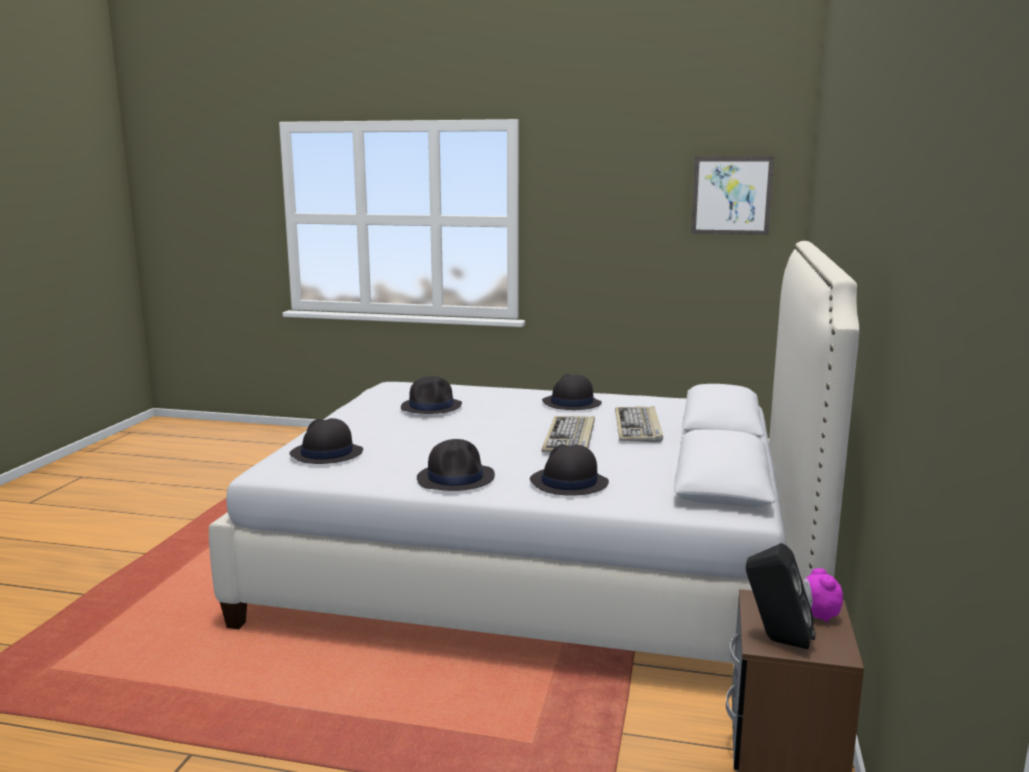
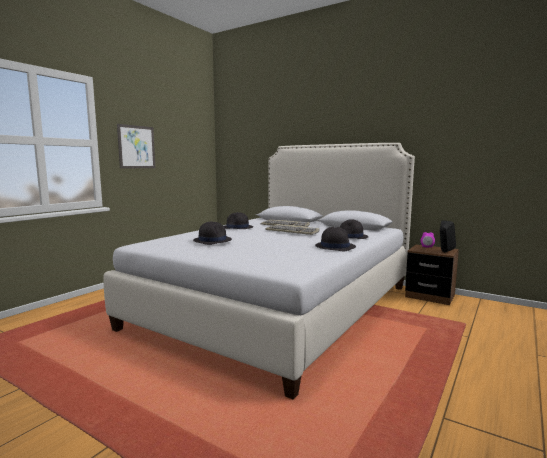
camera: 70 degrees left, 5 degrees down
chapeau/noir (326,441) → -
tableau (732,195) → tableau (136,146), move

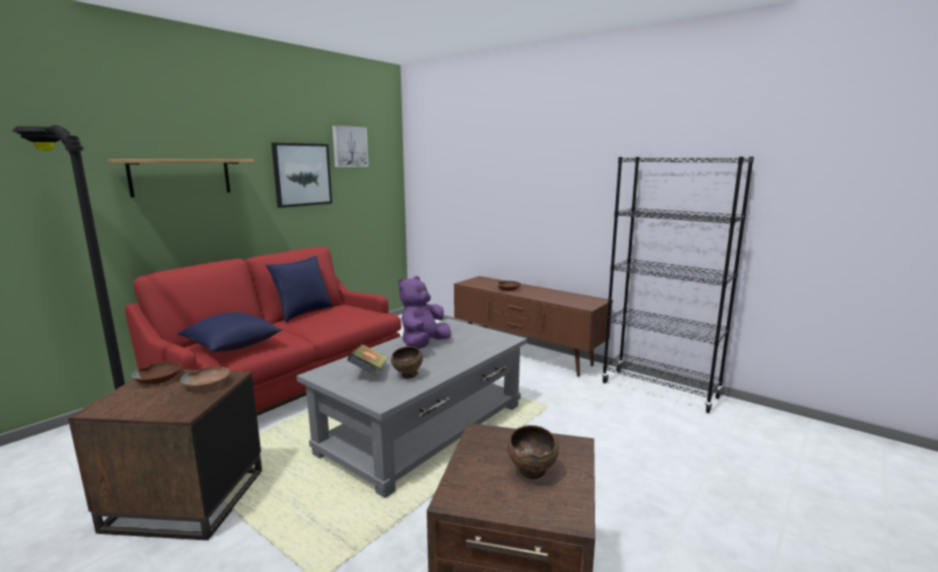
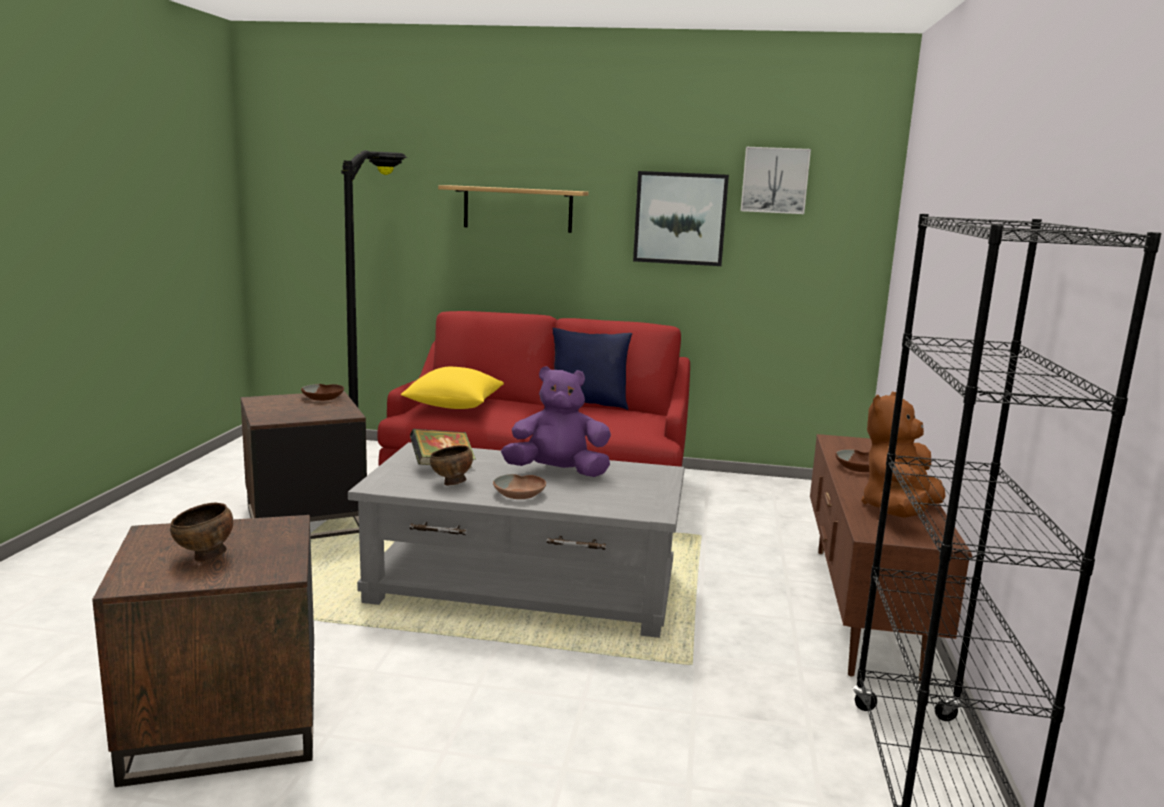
camera: 60 degrees right, 0 degrees up
coussin/bleu (229,332) → coussin/jaune (452,388)
bol/marron (204,378) → bol/marron (519,486), move
- → peluche/marron (903,455)

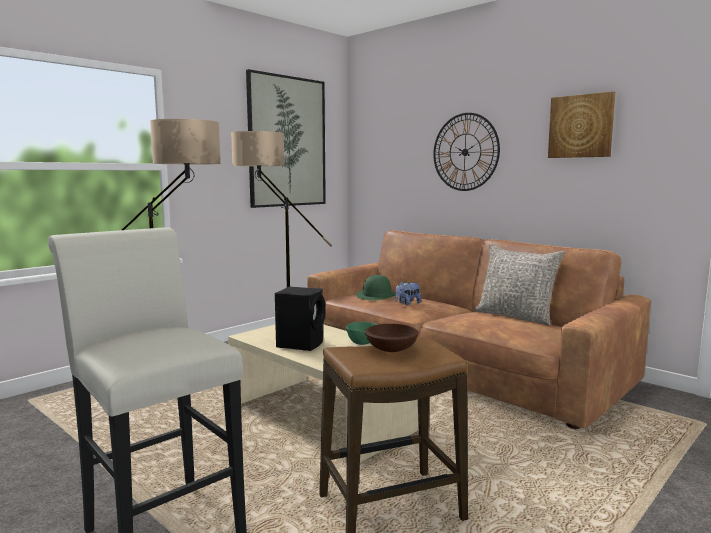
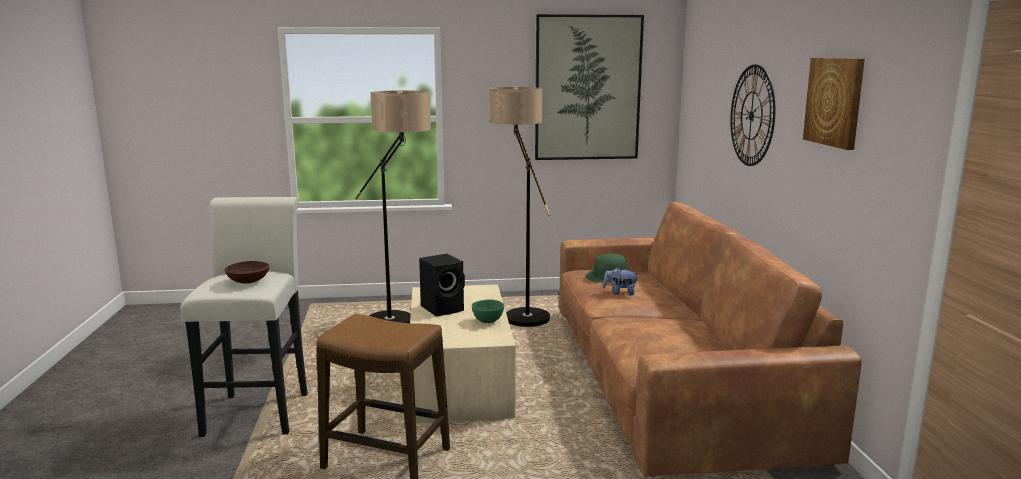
camera: 40 degrees right, 5 degrees up
bol/marron (392,338) → bol/marron (247,272), move
coussin/gris (519,284) → -

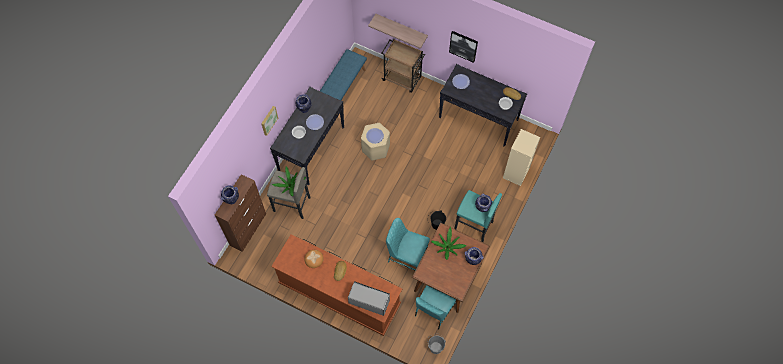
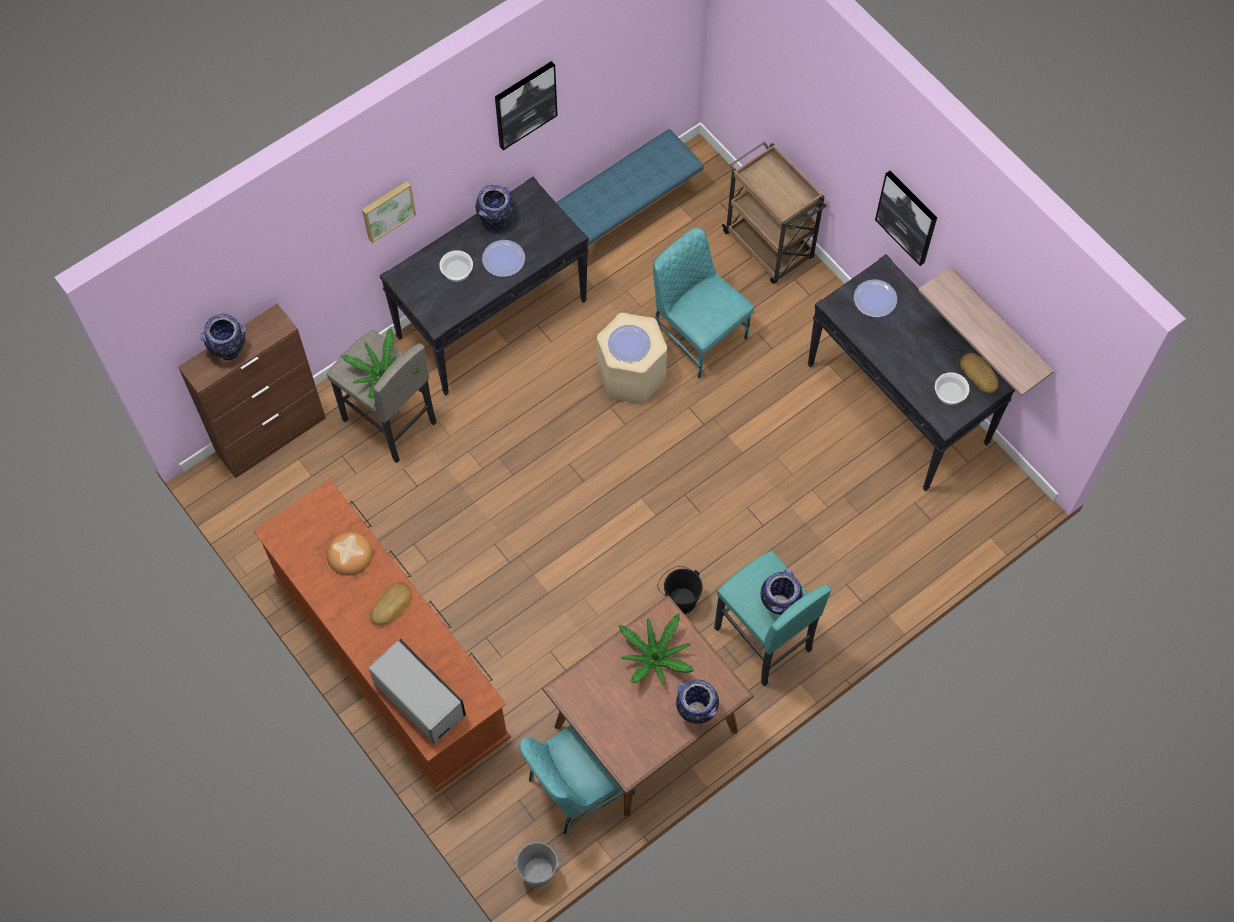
camera: 25 degrees right, 0 degrees up
étagère (398,31) → étagère (986,332), move
chaise/turquoise (408,244) → chaise/turquoise (703,303), move
bibliothèque/beige (521,157) → -
- → tableau (526,105)

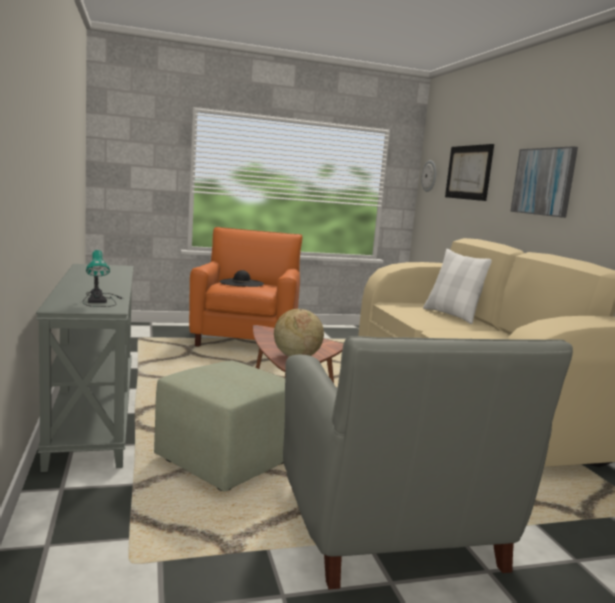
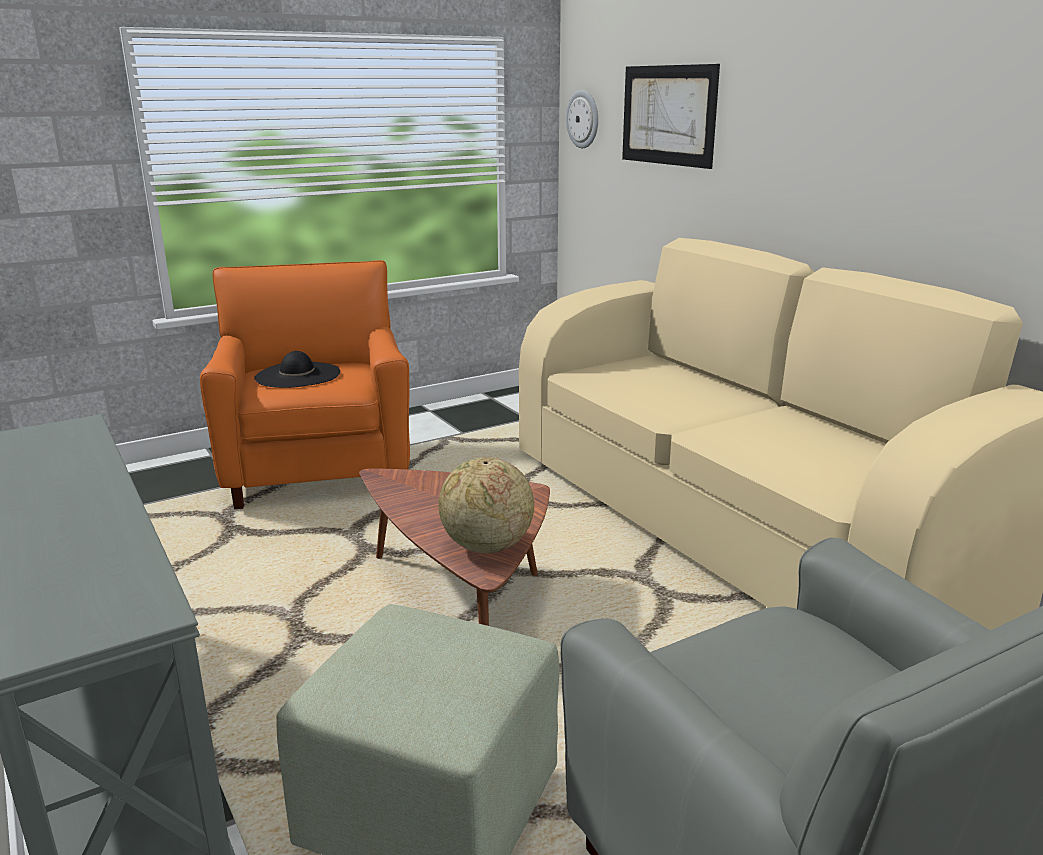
camera: 15 degrees left, 10 degrees up
lampe de table (102,278) → -
coussin/blanc (457,286) → -
tableau (544,182) → -

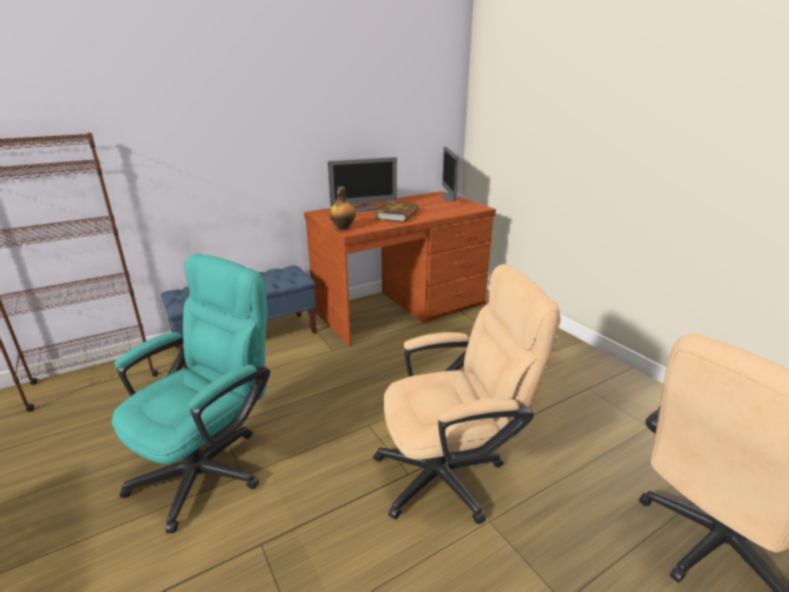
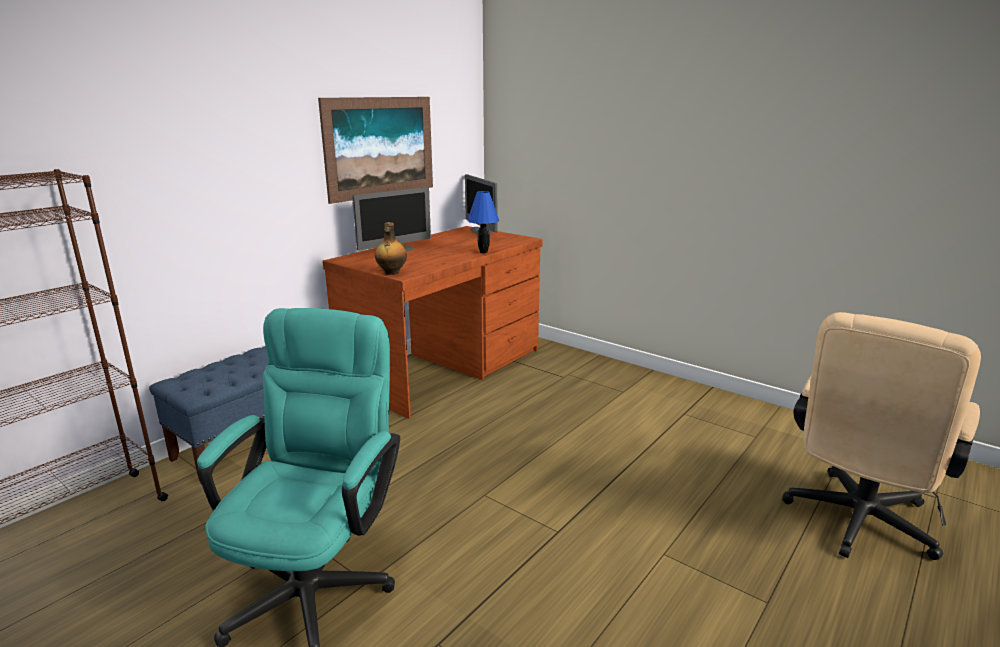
camera: 20 degrees left, 5 degrees down
chaise de bureau/beige (466,394) → -
livre (397,211) → -
- → tableau (375,150)
- → lampe de table/bleu (483,222)

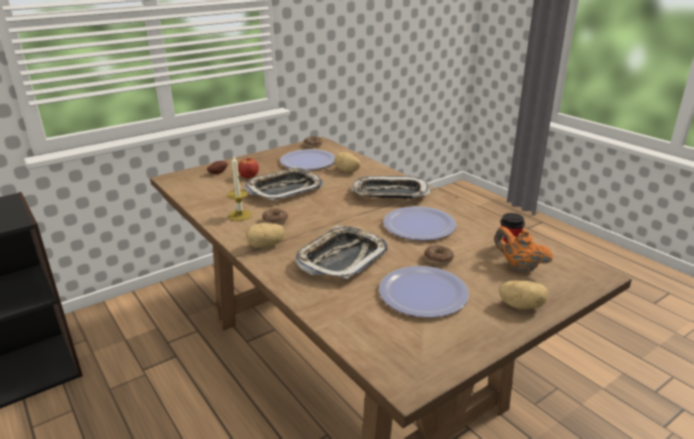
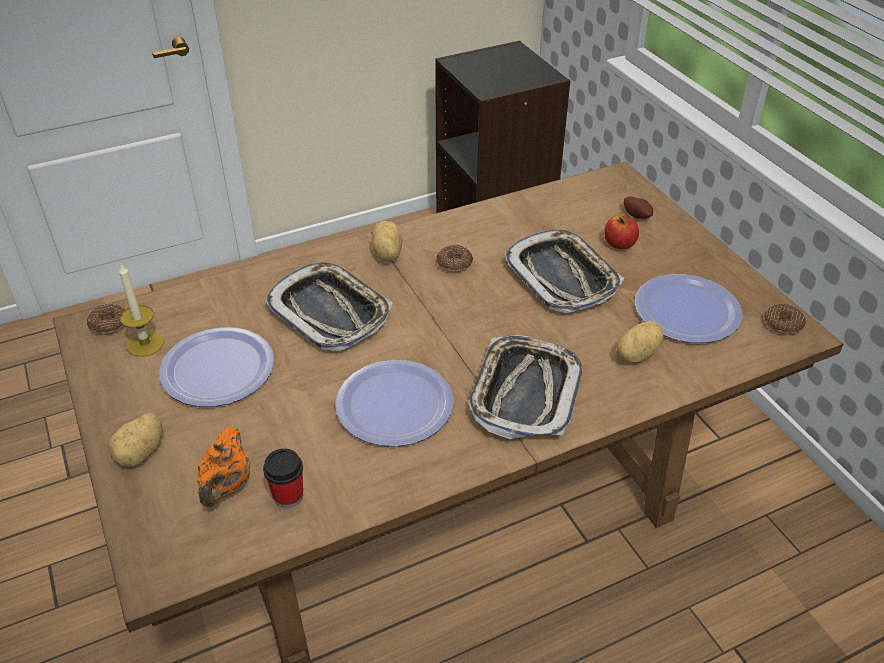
camera: 100 degrees right, 15 degrees up
bougie (239,188) → bougie (142,310), move
beignet (439,255) → beignet (106,319), move
théière/orange (523,249) → théière/orange (223,467), 135 degrees clockwise

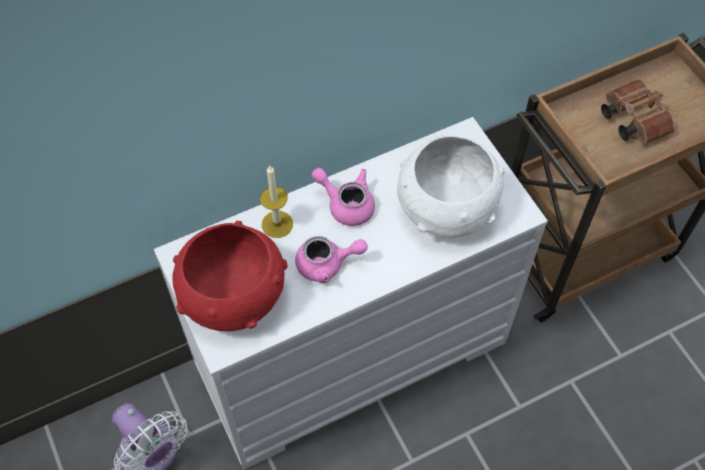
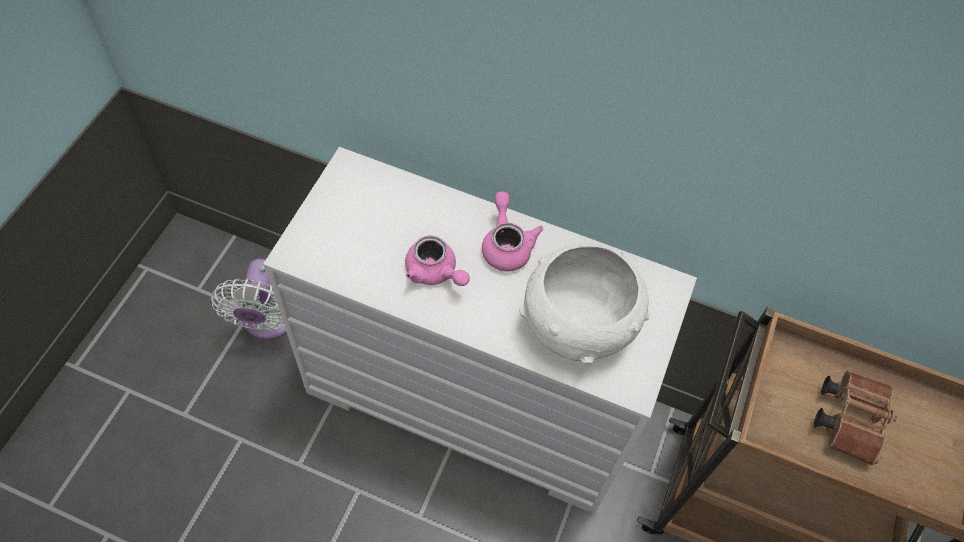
camera: 45 degrees right, 0 degrees up
bol/rouge (230,275) → -
bougie (276,202) → -

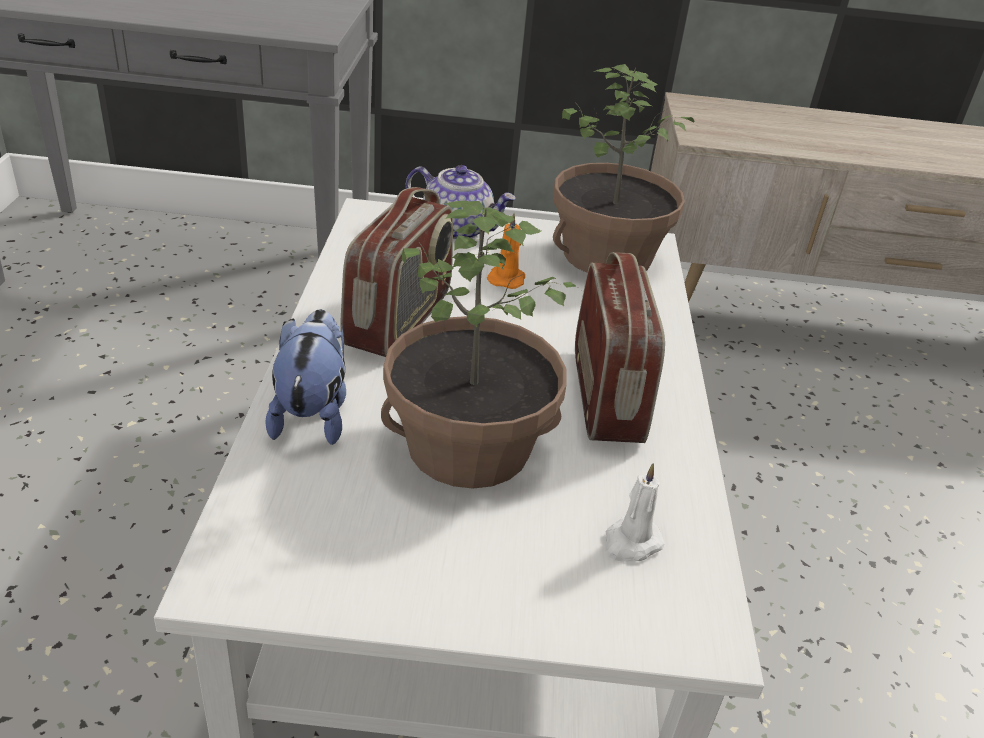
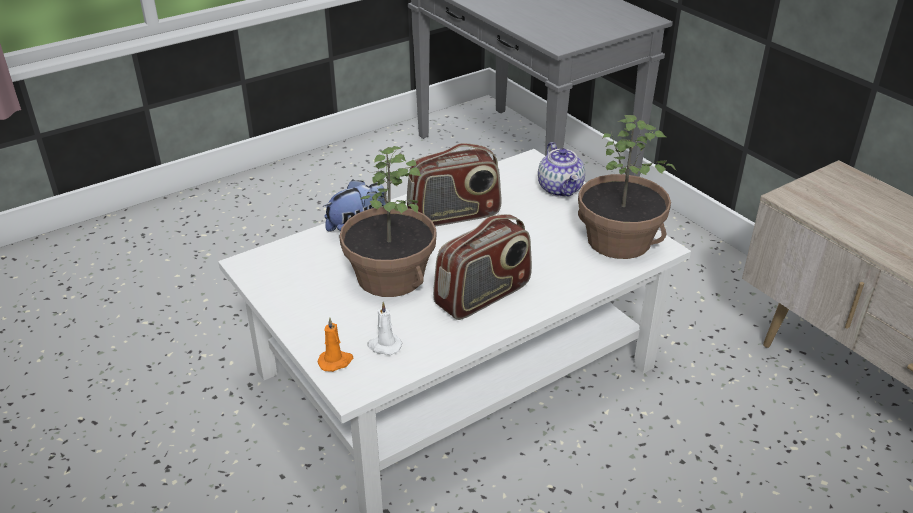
camera: 55 degrees right, 0 degrees up
bougie/orange (506,251) → bougie/orange (335,344), move

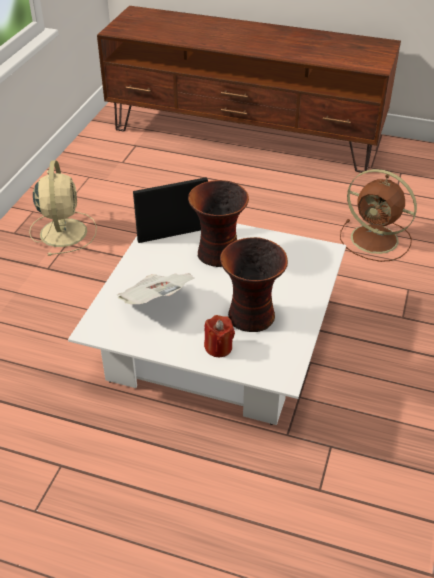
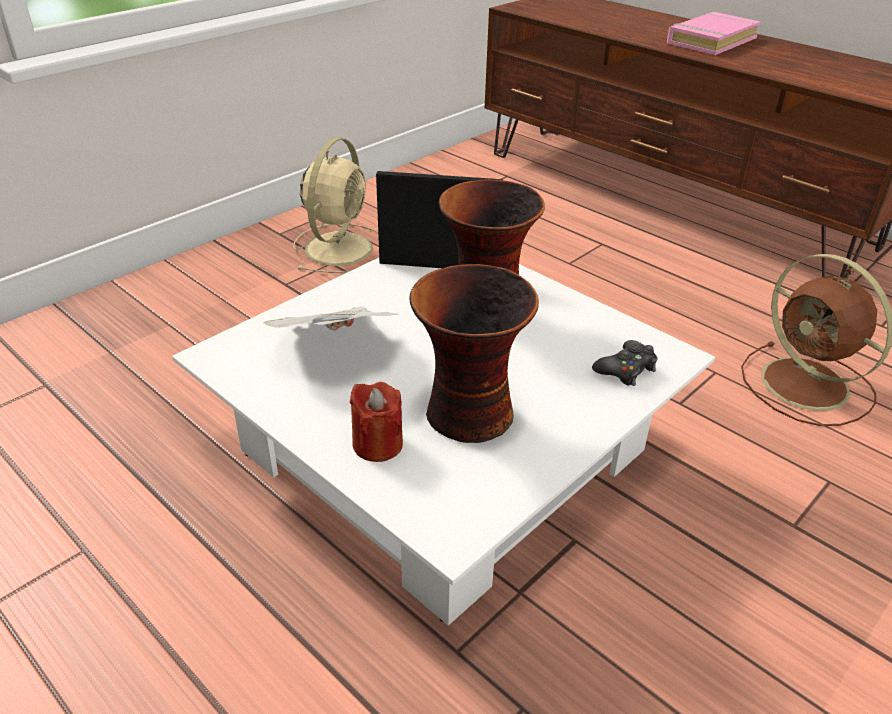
camera: 25 degrees right, 5 degrees down
- → manette/noir (624,363)
- → livre/rose (713,33)

